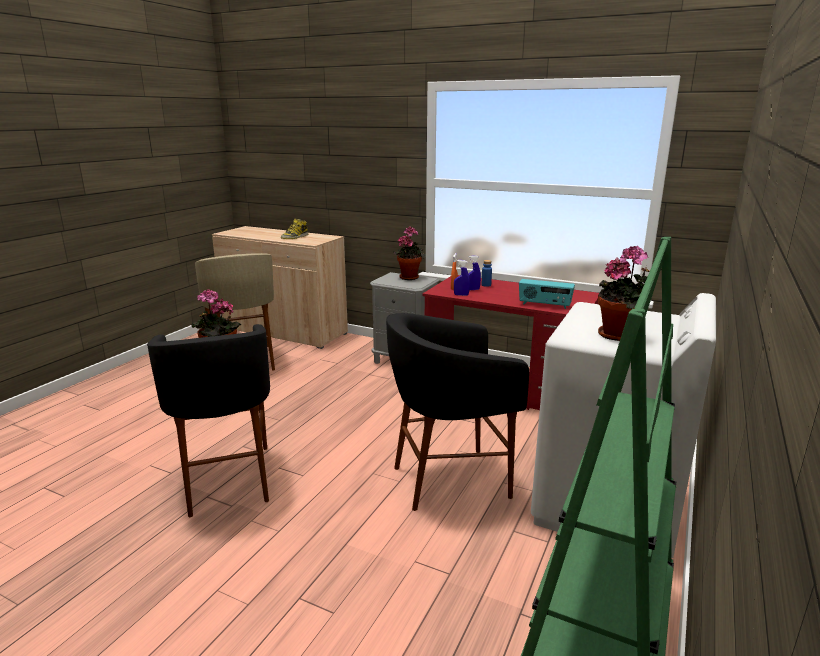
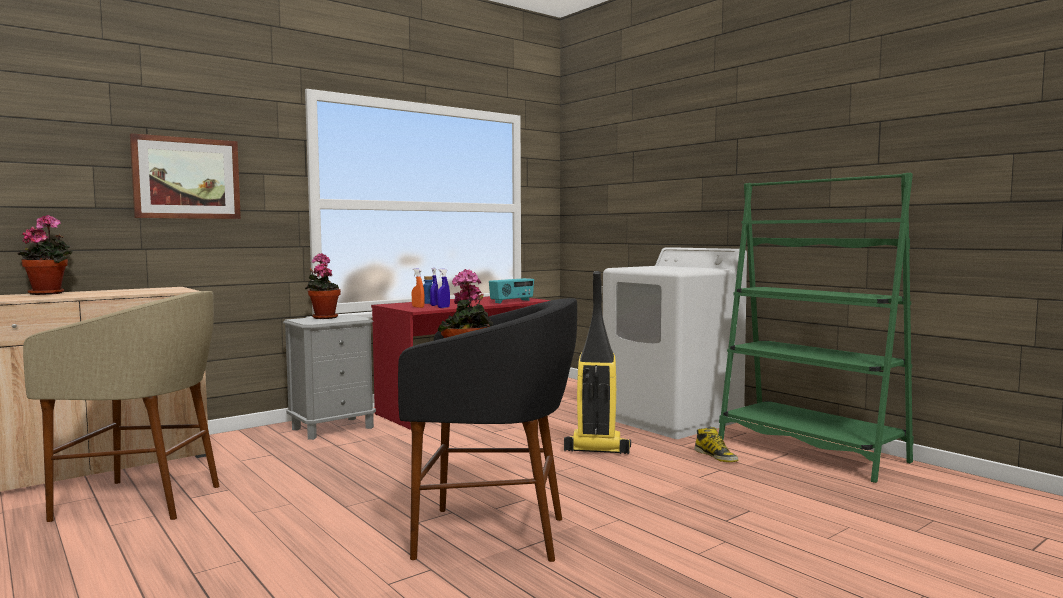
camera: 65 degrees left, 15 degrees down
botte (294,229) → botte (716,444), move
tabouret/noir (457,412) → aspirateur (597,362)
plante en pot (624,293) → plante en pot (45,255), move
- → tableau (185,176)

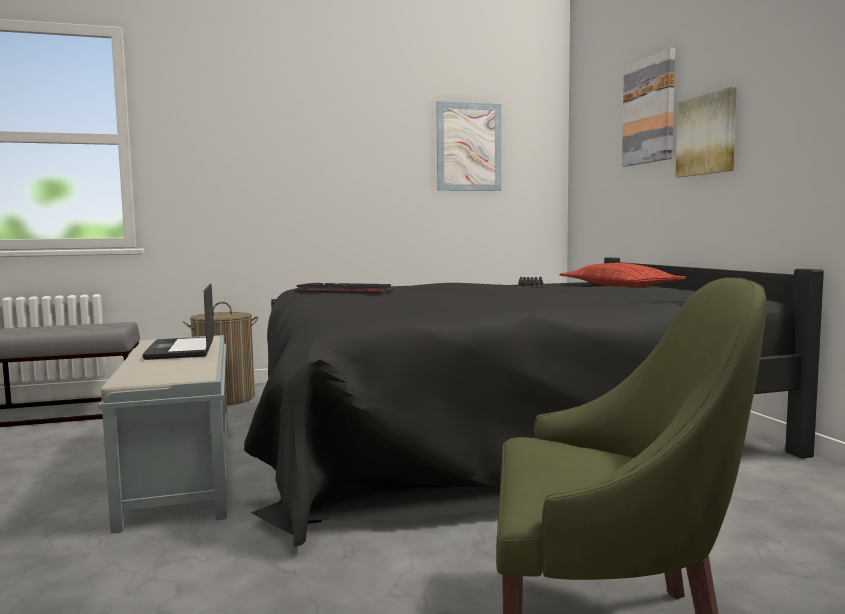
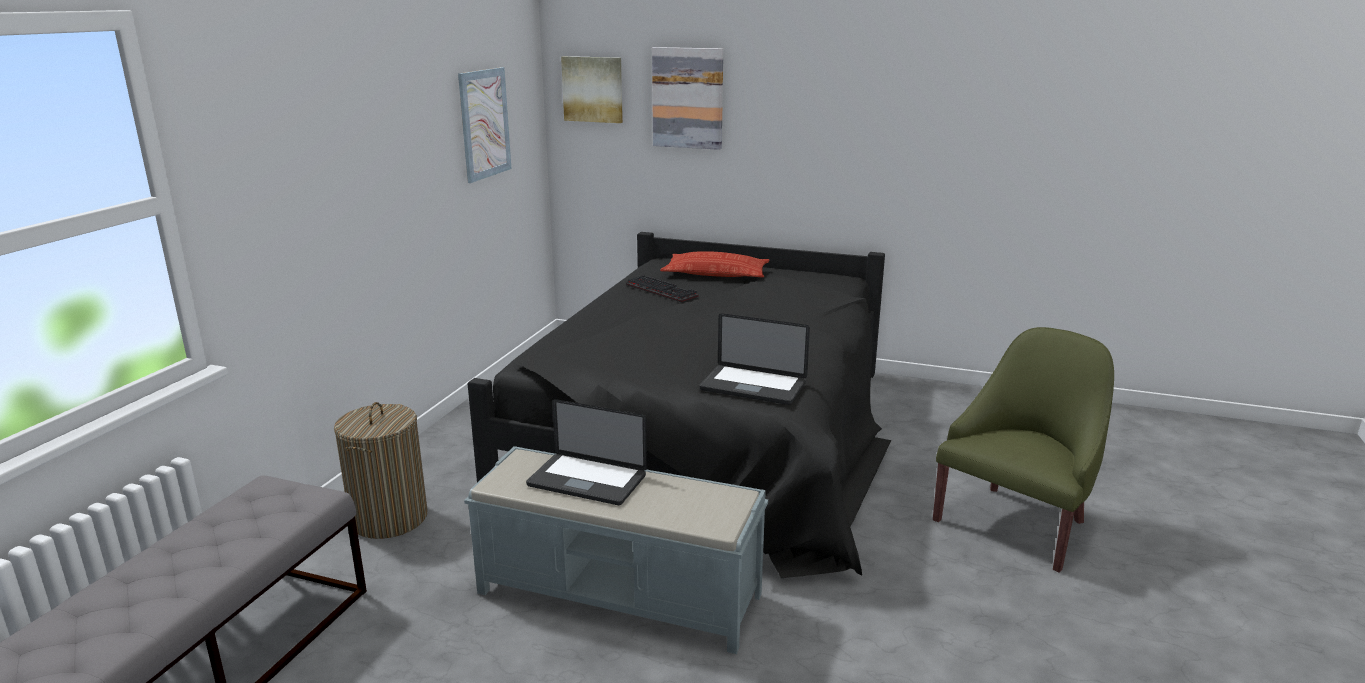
camera: 55 degrees left, 15 degrees up
clavier (344,289) → -
tableau (706,132) → tableau (592,89), move
- → ordinateur portable (754,359)

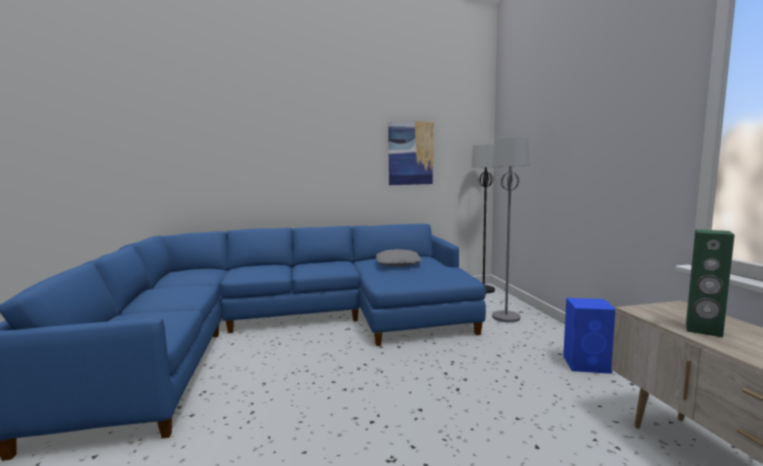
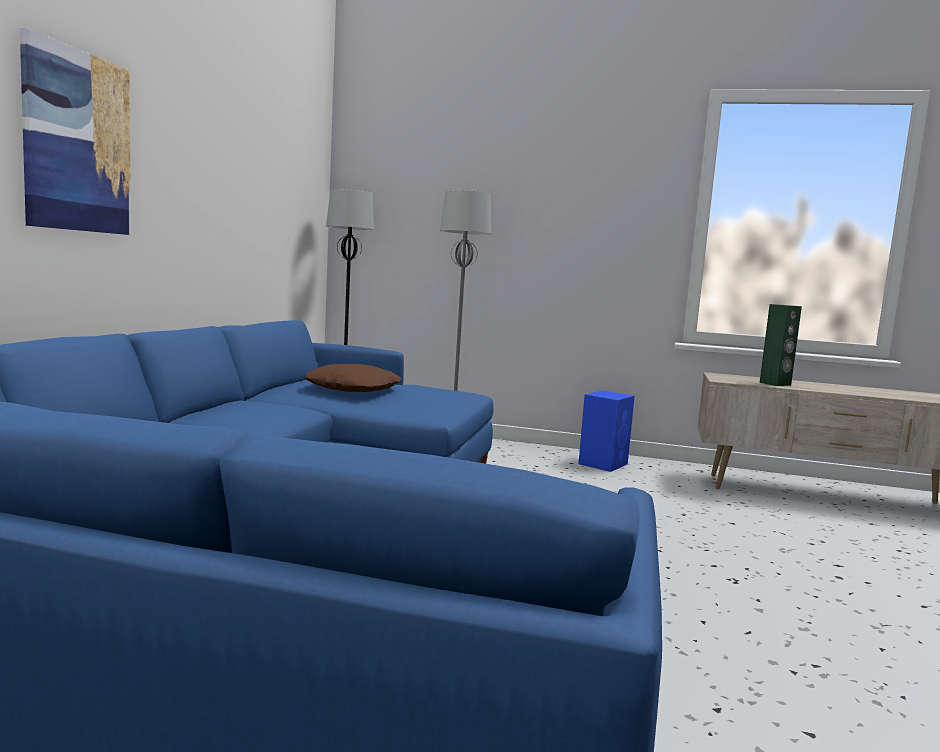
camera: 65 degrees left, 0 degrees up
coussin/gris (398,258) → coussin/marron (353,378)
tableau (411,153) → tableau (75,131), move

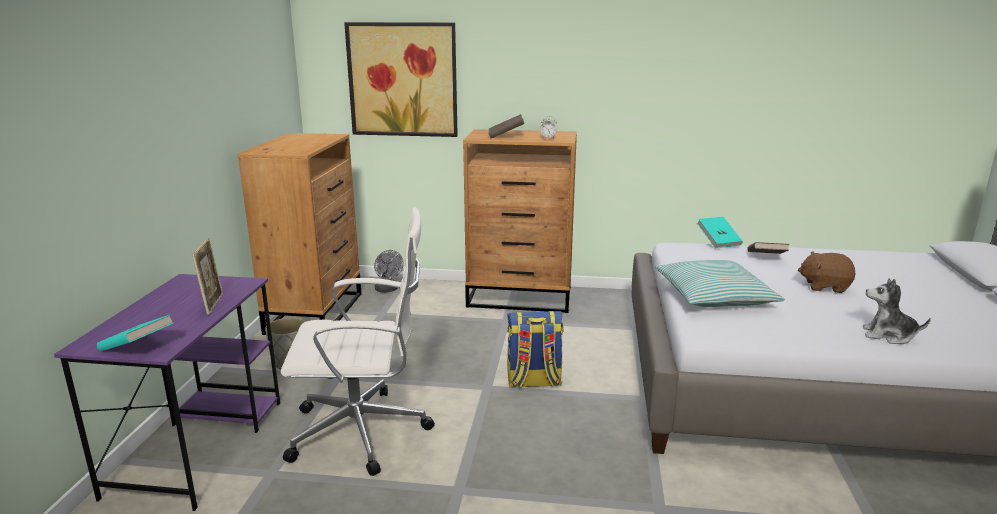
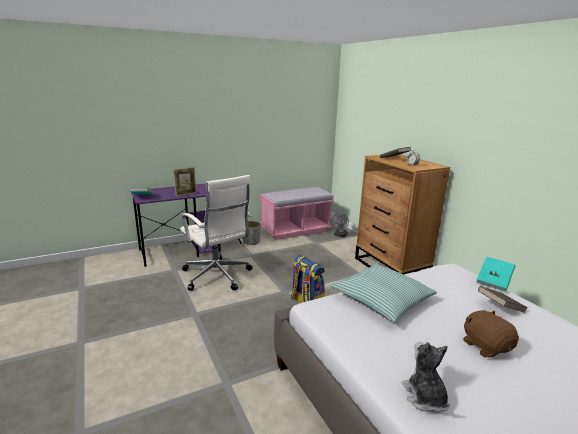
camera: 55 degrees right, 0 degrees up
commode/marron (300,234) → banc/rose (297,213)
tableau (401,79) → -

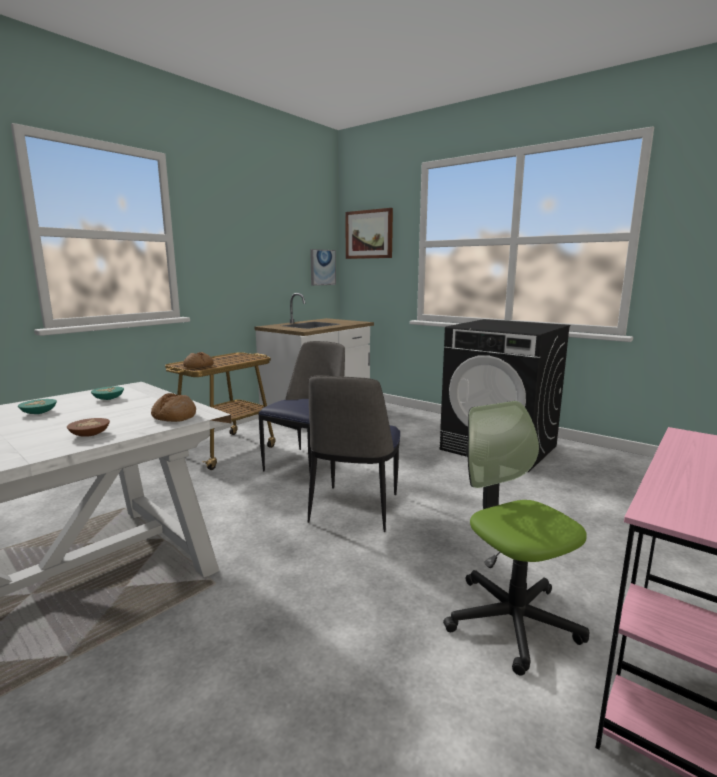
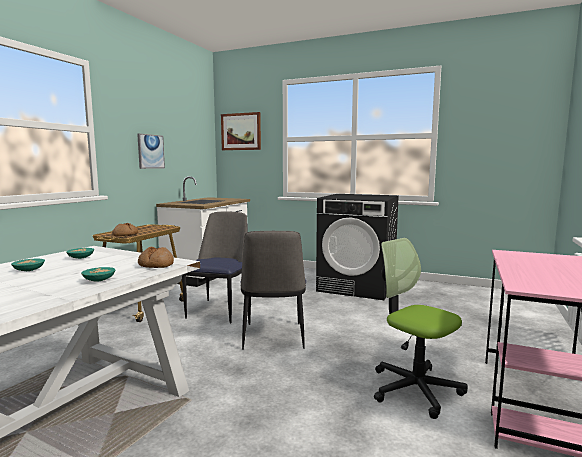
camera: 15 degrees left, 5 degrees down
bol/marron (88,427) → bol/turquoise (98,274)
tableau (323,267) → tableau (151,151), move

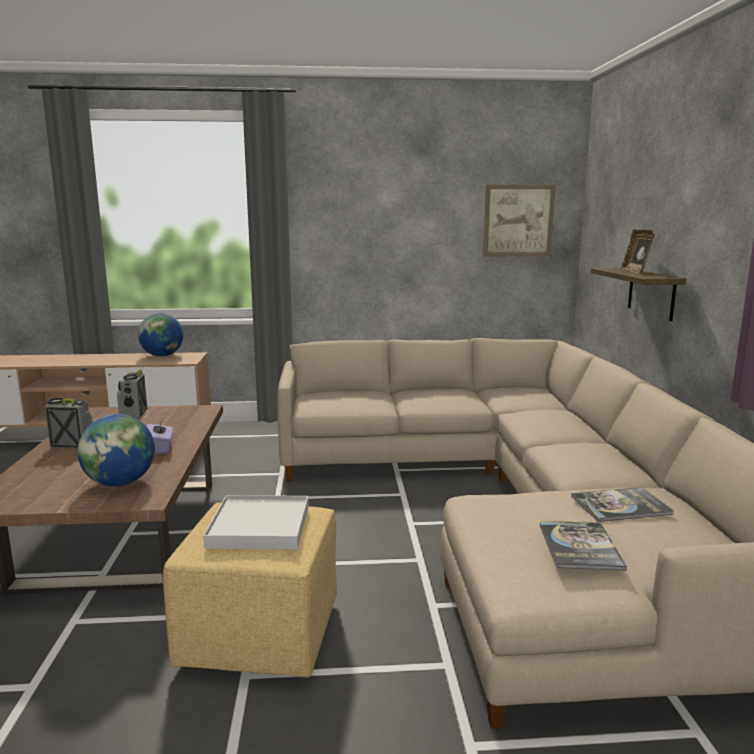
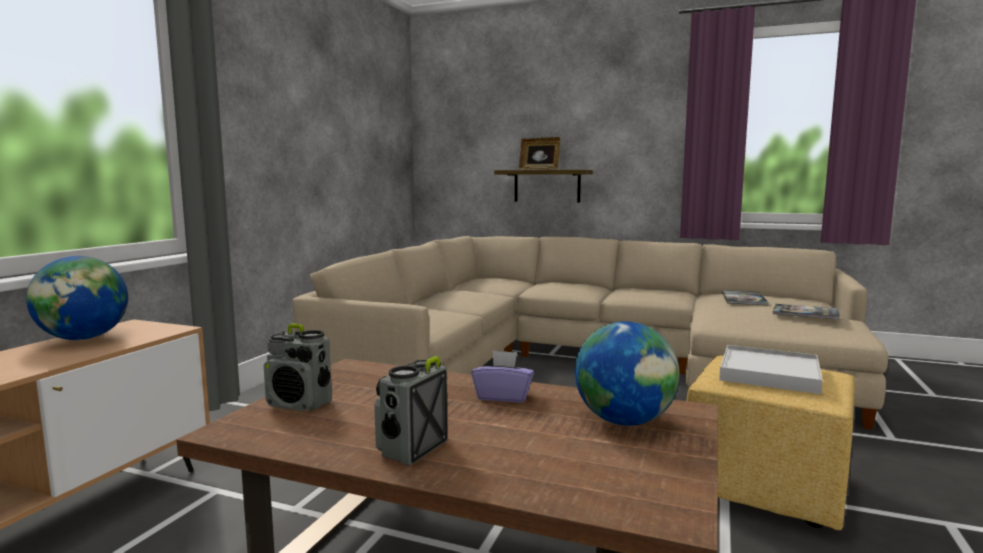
camera: 65 degrees left, 5 degrees down
tableau (519,220) → -

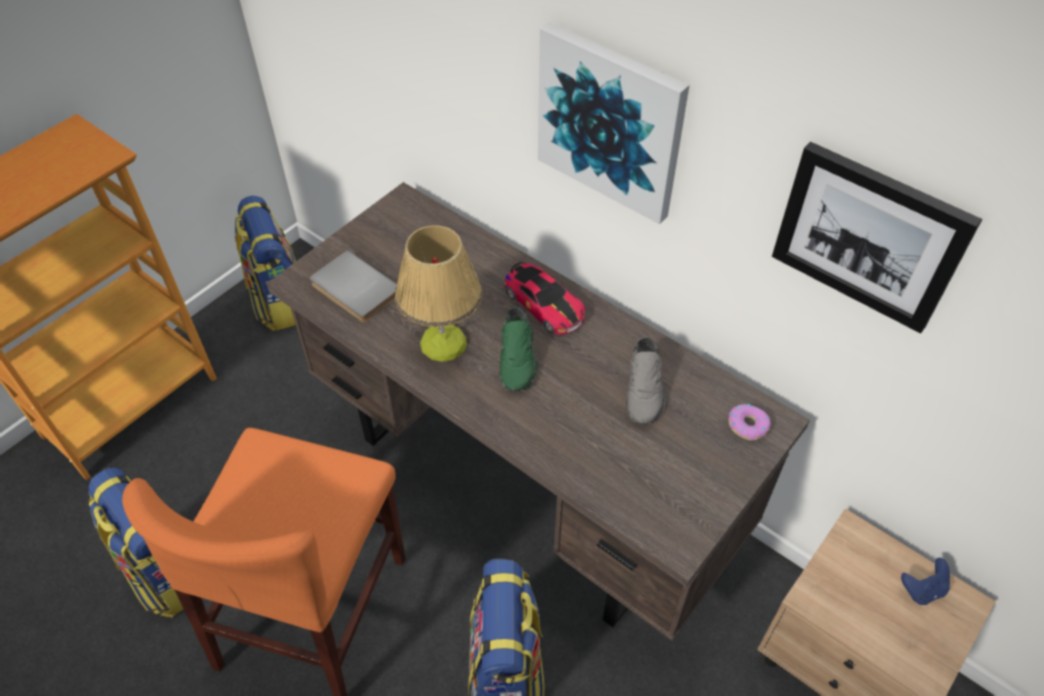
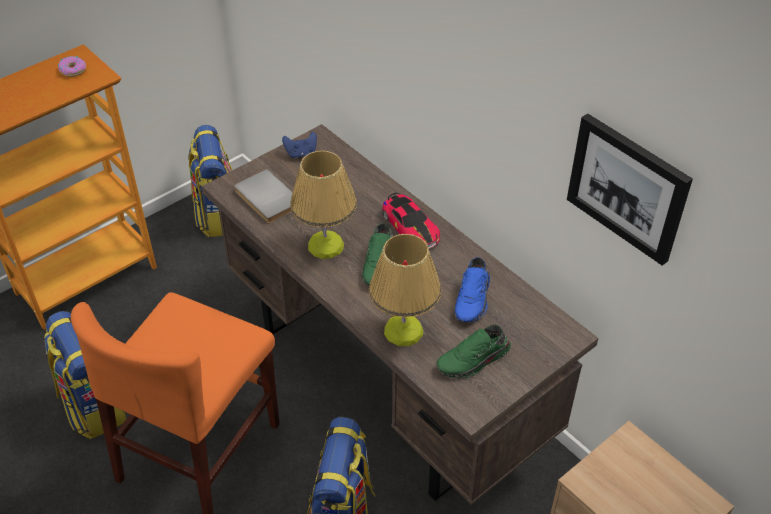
camera: 10 degrees right, 5 degrees down
tableau (613,123) → -
chaussure/gris (646,380) → chaussure/bleu (472,290)
beignet (750,422) → beignet (72,66), move
manette/bleu (925,581) → manette/bleu (299,145), move
- → lampe de table (405,290)
- → chaussure/vert (473,351)

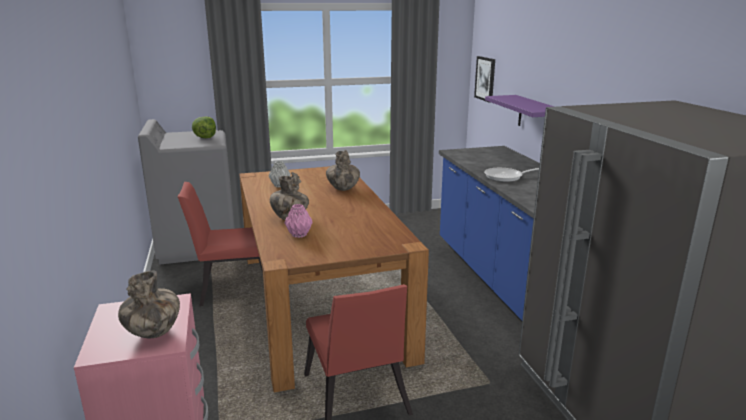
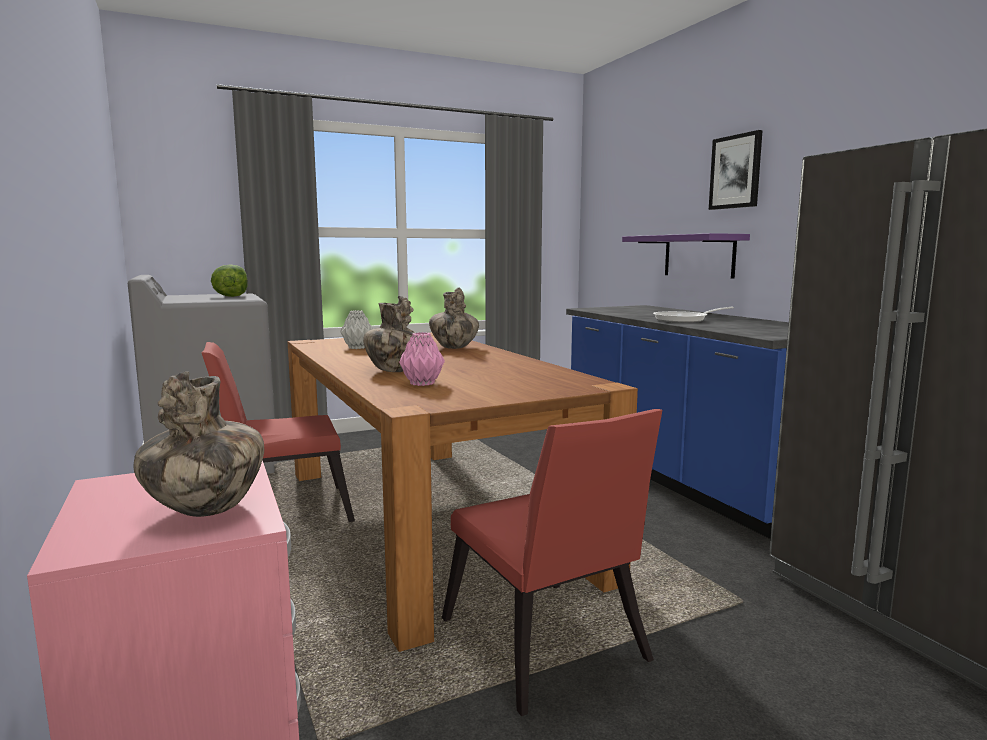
camera: 10 degrees left, 10 degrees down
tableau (484,79) → tableau (736,170), move

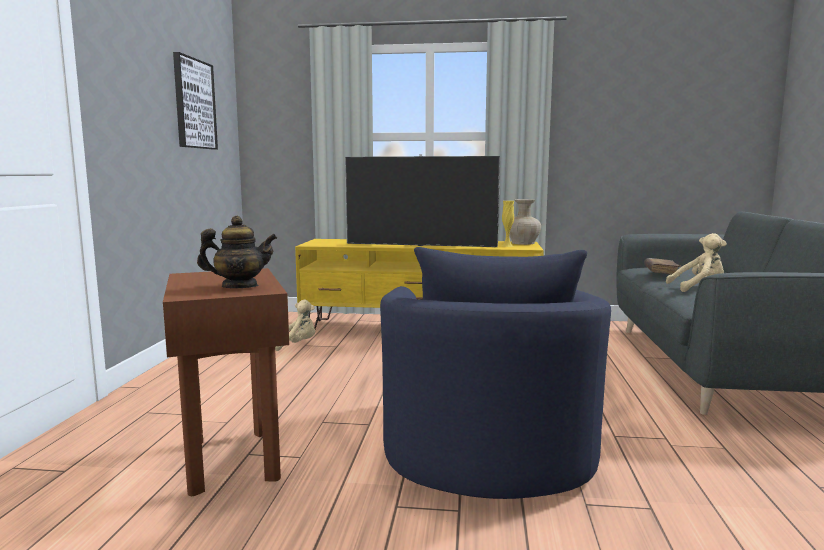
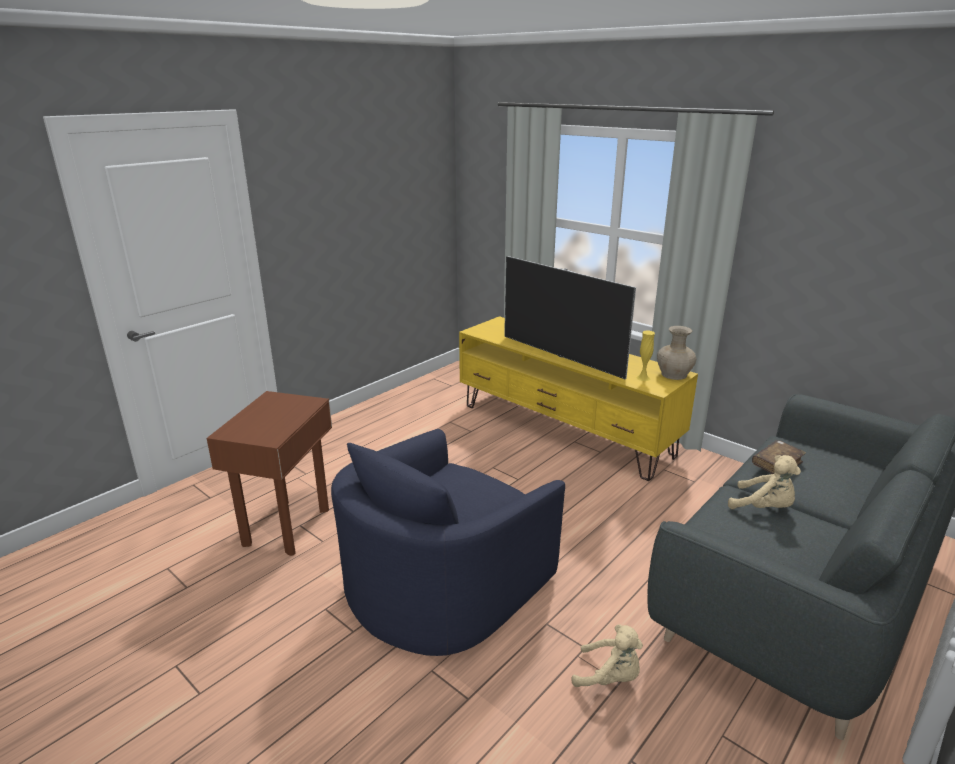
camera: 35 degrees right, 15 degrees up
tableau (195,100) → -
théière (237,252) → -
peluche/beige (295,325) → peluche/beige (607,655), move

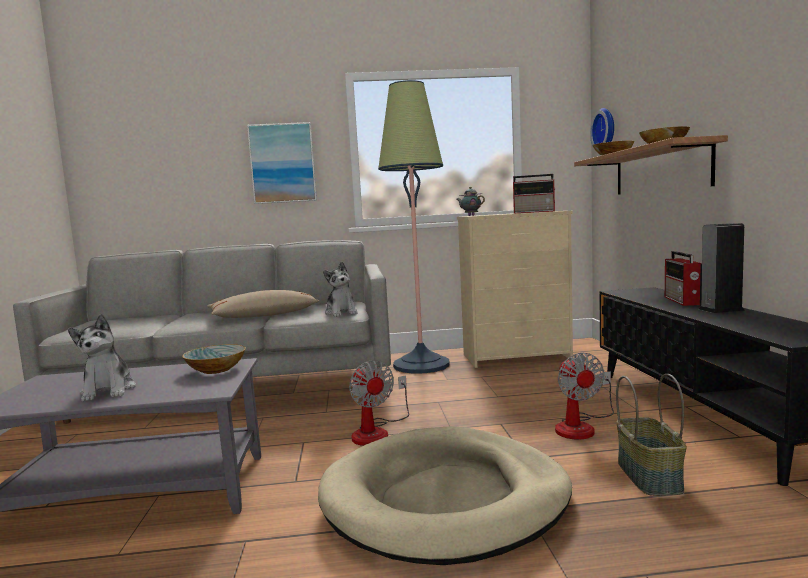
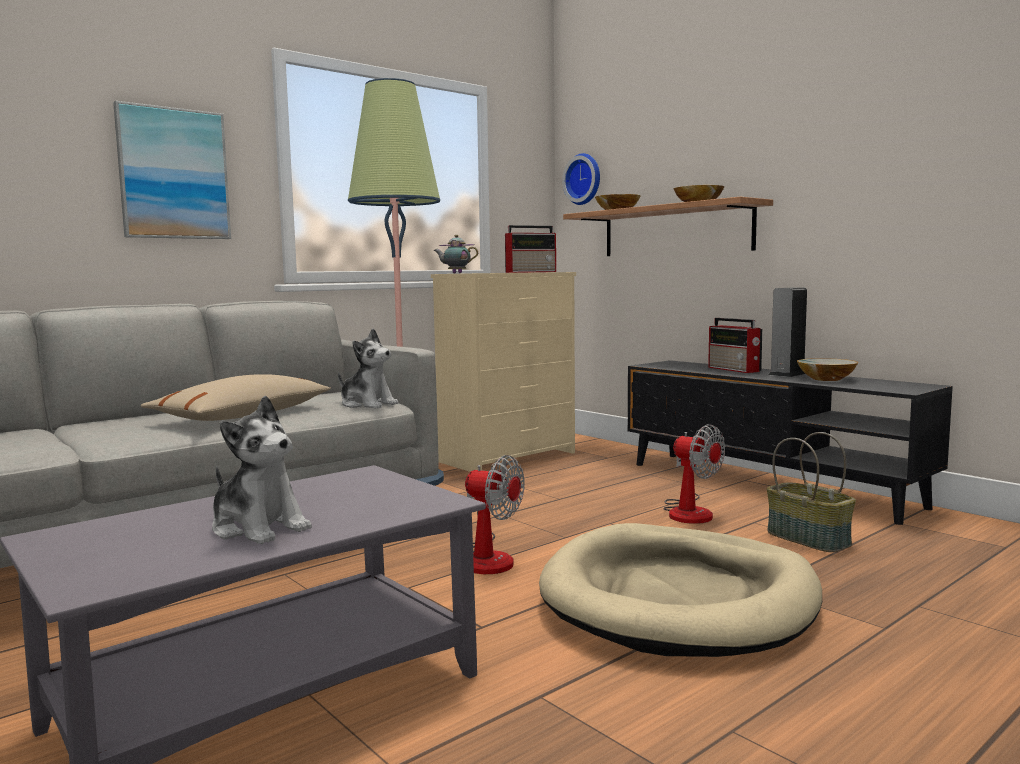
camera: 35 degrees left, 0 degrees up
bol (214,359) → bol (827,369), move

